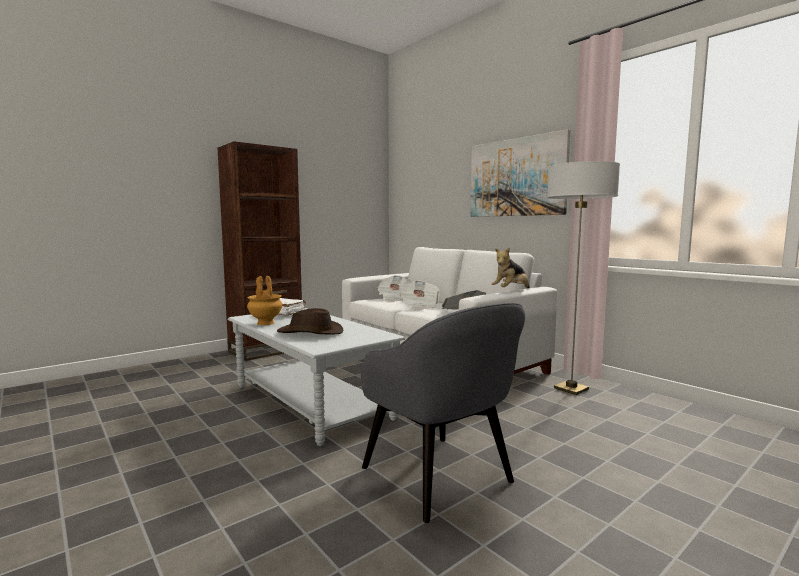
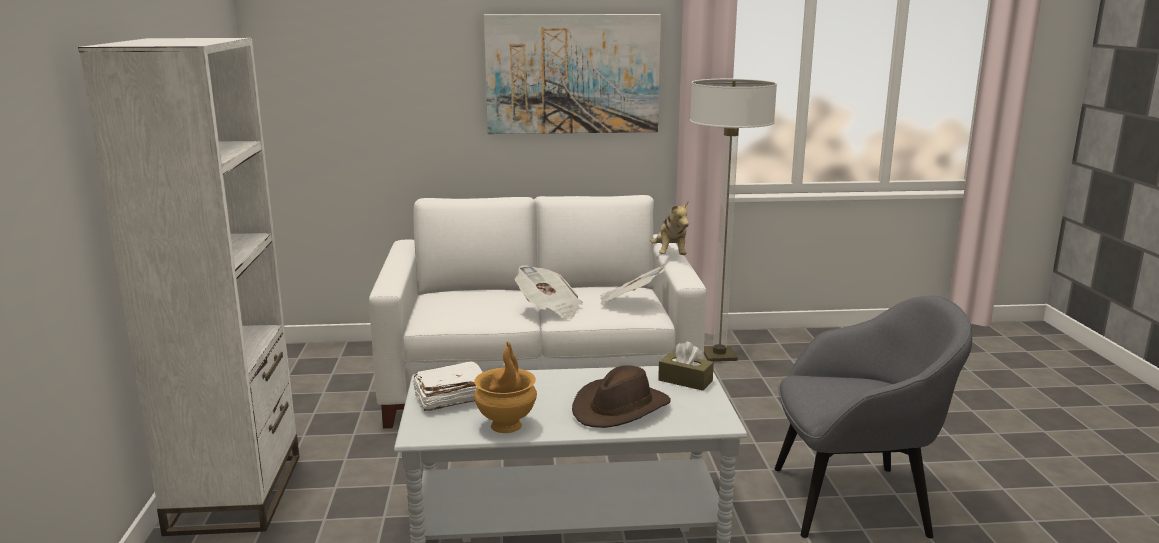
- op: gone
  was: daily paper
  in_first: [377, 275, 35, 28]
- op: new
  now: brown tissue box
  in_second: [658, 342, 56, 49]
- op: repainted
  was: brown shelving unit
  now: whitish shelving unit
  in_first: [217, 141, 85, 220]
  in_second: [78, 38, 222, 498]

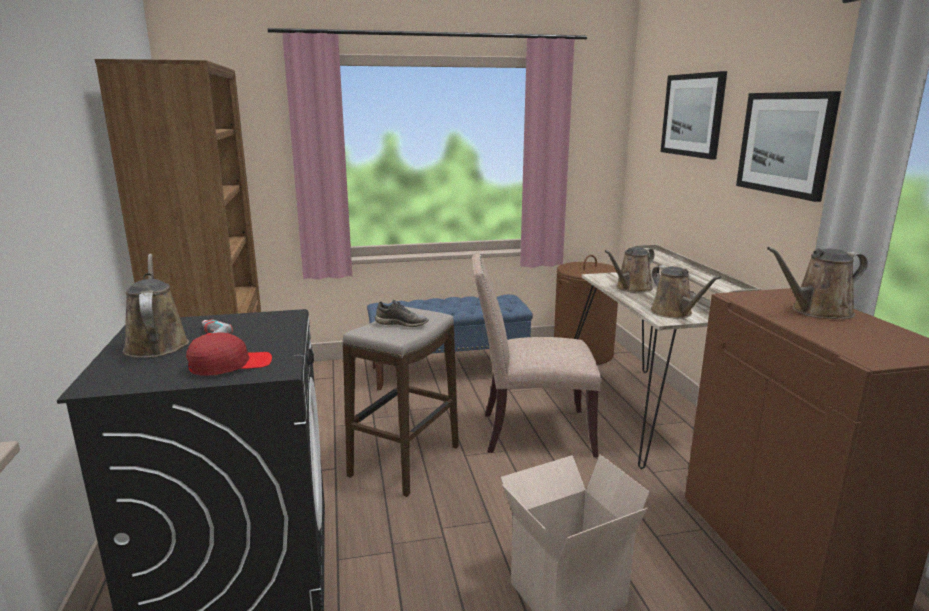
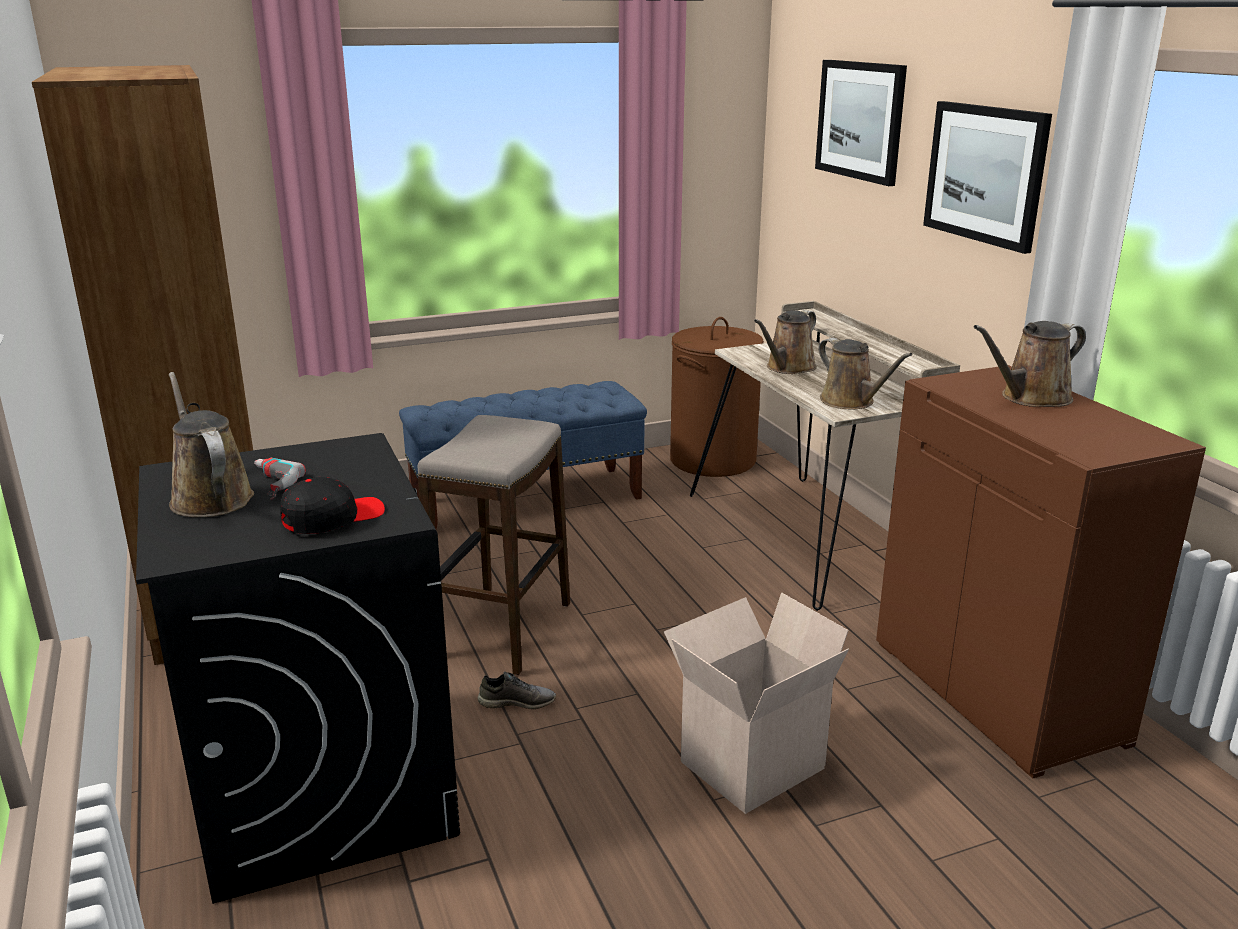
- op: gone
  was: sand-coloured upright chair
  in_first: [472, 252, 130, 205]
- op: shifted
  was: gray item of footwear
  in_first: [375, 300, 54, 27]
  in_second: [478, 672, 78, 37]
- op: repainted
  was: reddish cap
  now: blackish cap
  in_first: [186, 332, 86, 44]
  in_second: [280, 477, 105, 57]

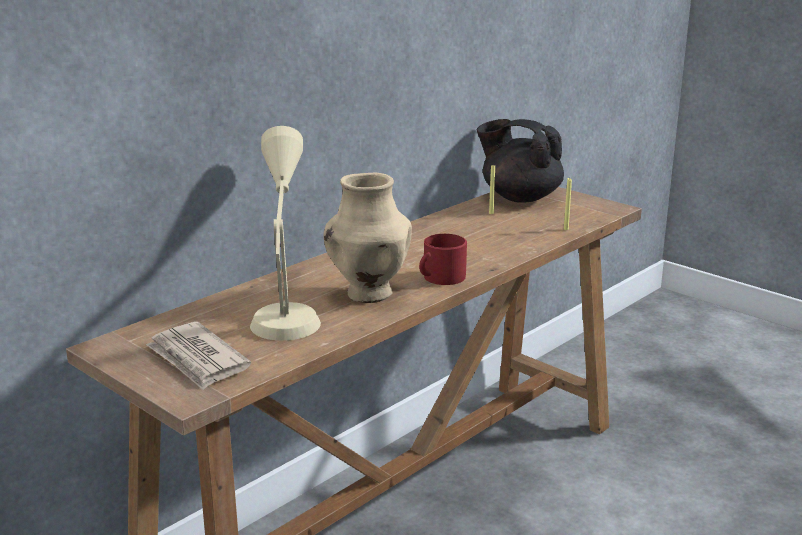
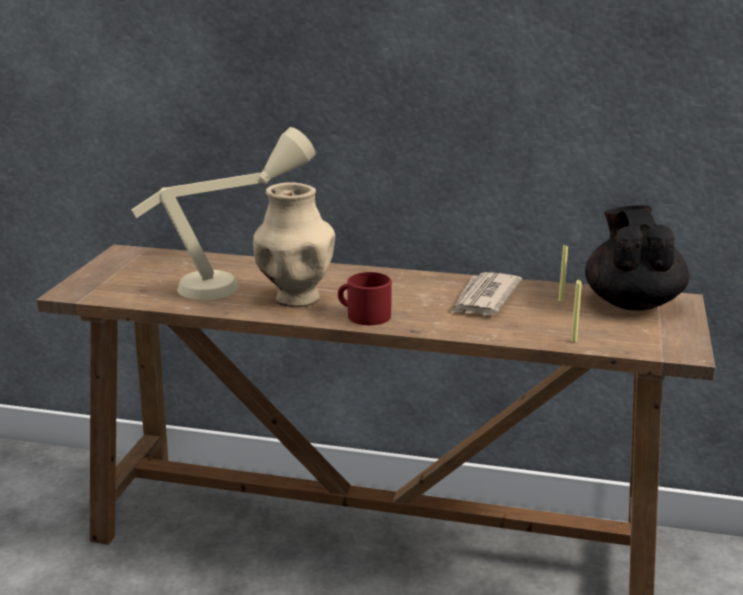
- op: shifted
  was: daily paper
  in_first: [146, 322, 105, 68]
  in_second: [451, 272, 71, 43]

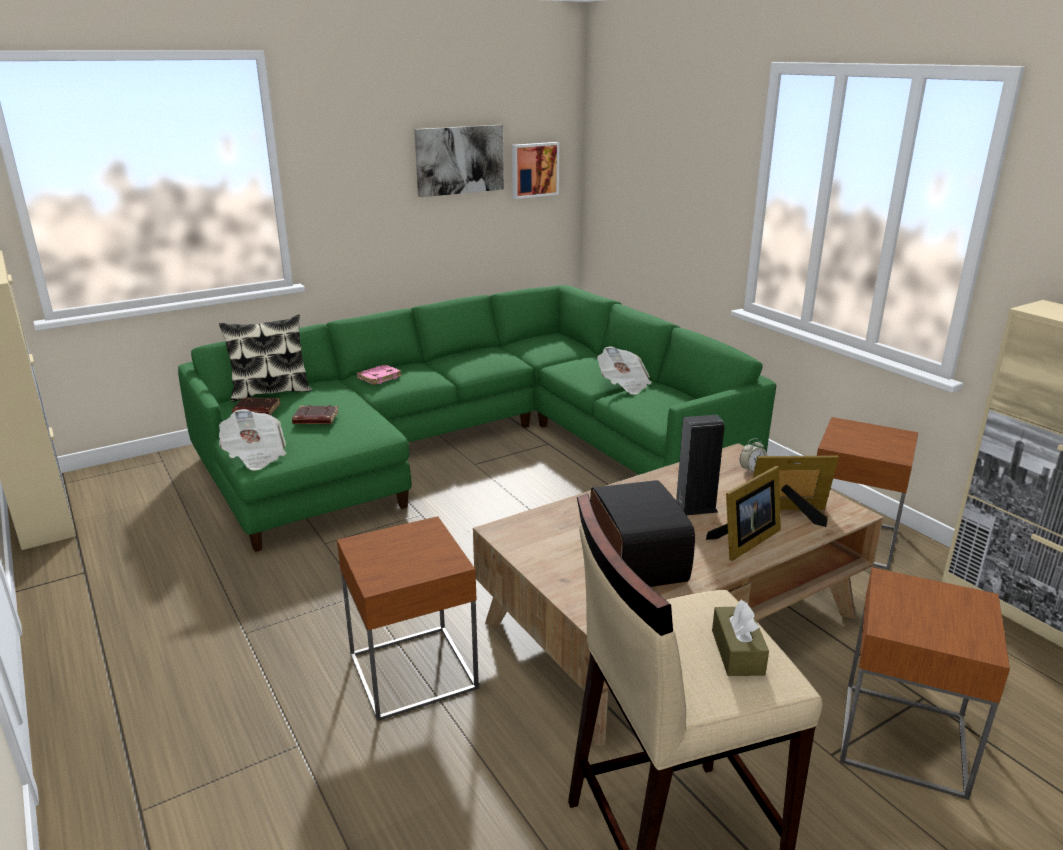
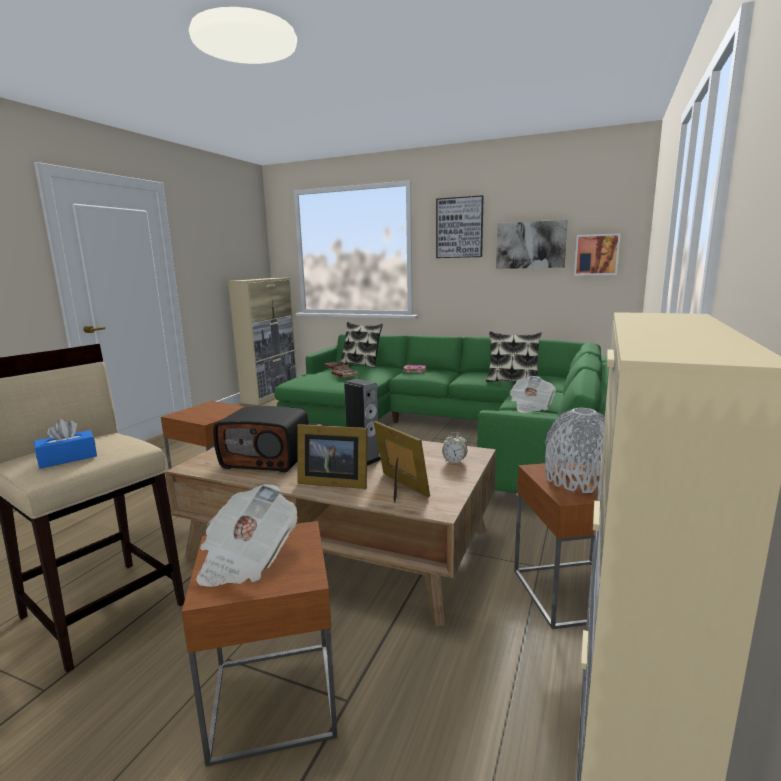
- op: new
  now: wall art
  in_second: [436, 195, 48, 63]
- op: new
  now: cushion
  in_second: [486, 332, 56, 50]
- op: new
  now: gray decorative vase
  in_second: [545, 408, 60, 85]
- op: shifted
  was: daily paper
  in_first: [219, 409, 68, 62]
  in_second: [196, 484, 102, 103]
- op: repainted
  was: brown tissue box
  now: blue tissue box
  in_first: [712, 600, 57, 76]
  in_second: [34, 419, 63, 50]
- op: rotated
  was: radio set
  in_first: [590, 480, 105, 107]
  in_second: [213, 406, 96, 67]
  clockwise: 60

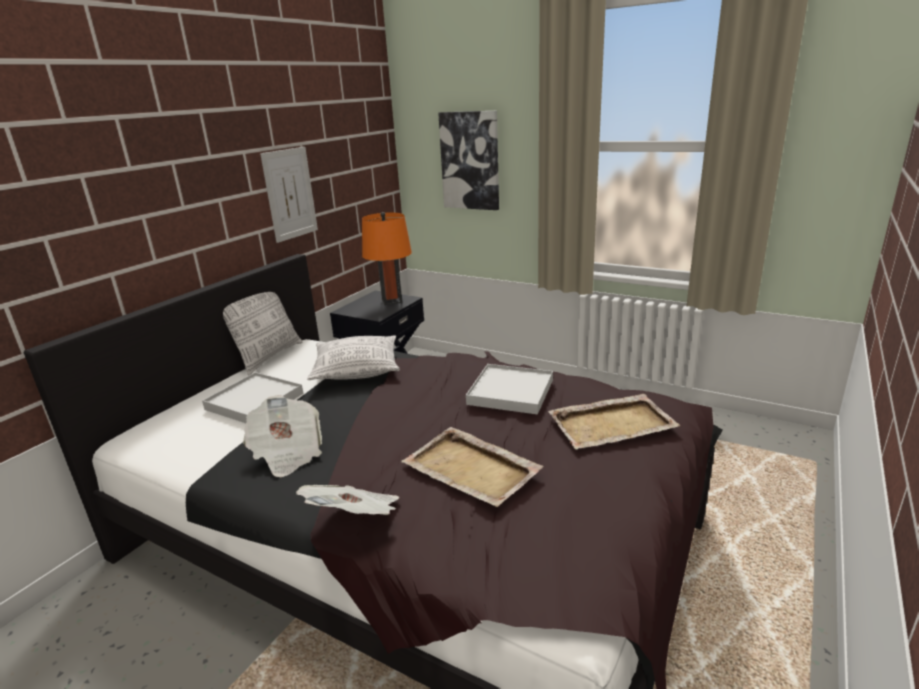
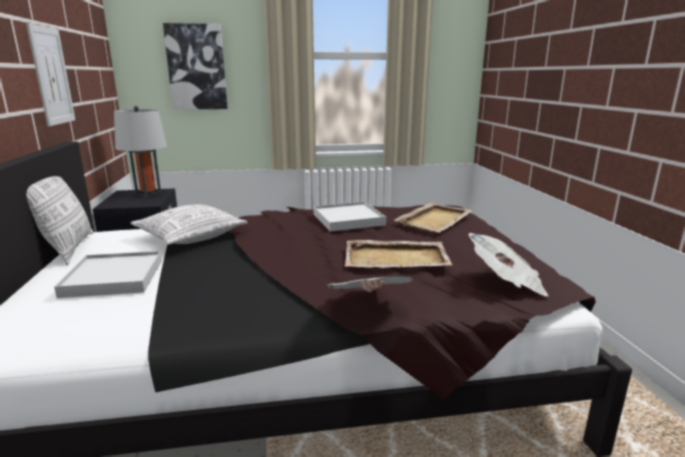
- op: shifted
  was: daily paper
  in_first: [243, 395, 79, 82]
  in_second: [469, 233, 79, 63]
- op: repainted
  was: orange table lamp
  now: gray table lamp
  in_first: [362, 212, 50, 93]
  in_second: [114, 106, 53, 91]

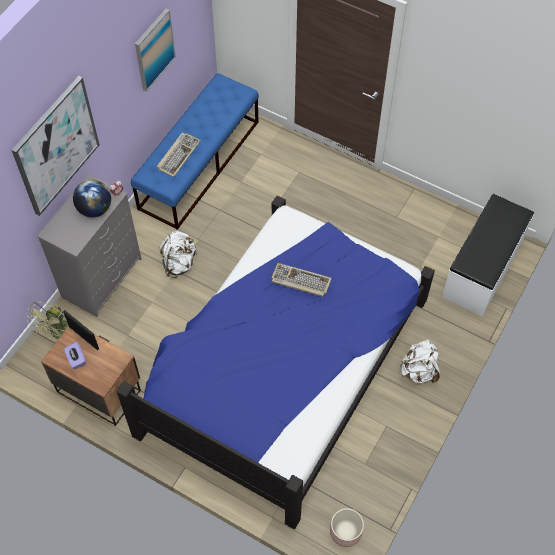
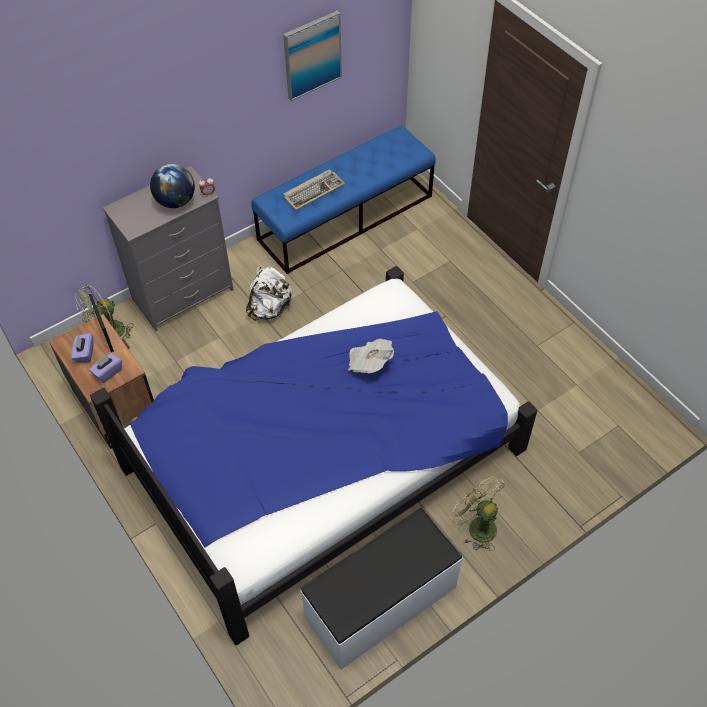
- op: gone
  was: wall art
  in_first: [12, 76, 87, 140]
- op: gone
  was: flower pot
  in_first: [330, 508, 34, 39]
- op: new
  now: purple tissue box
  in_second: [89, 353, 33, 30]
- op: shifted
  was: whitish long seat
  in_first: [442, 194, 92, 123]
  in_second: [300, 508, 163, 162]
- op: swapped
  was: keyboard
  now: daily paper
  in_first: [272, 263, 59, 34]
  in_second: [348, 338, 46, 35]
- op: swapped
  was: whitish knapsack
  now: green fan
  in_first: [400, 340, 40, 43]
  in_second: [450, 475, 56, 76]

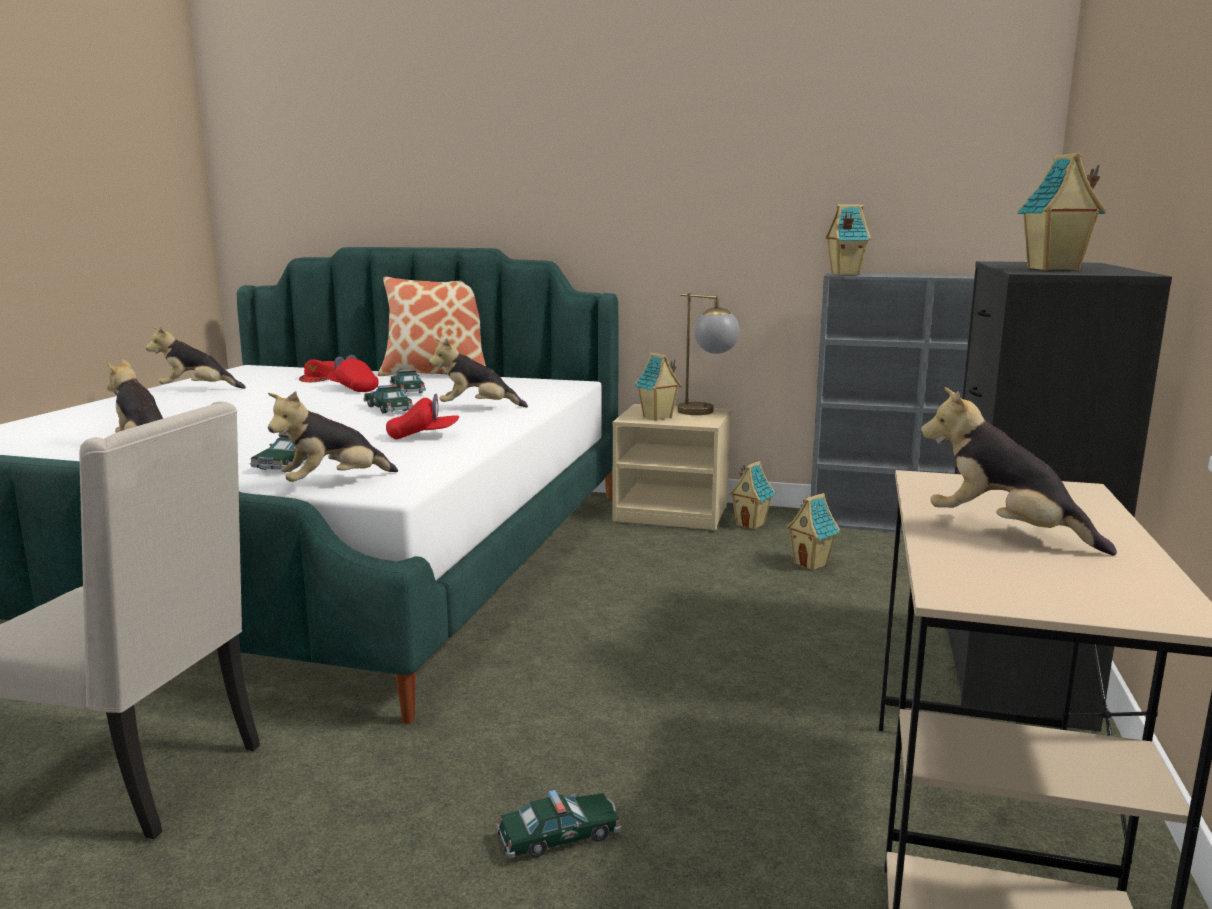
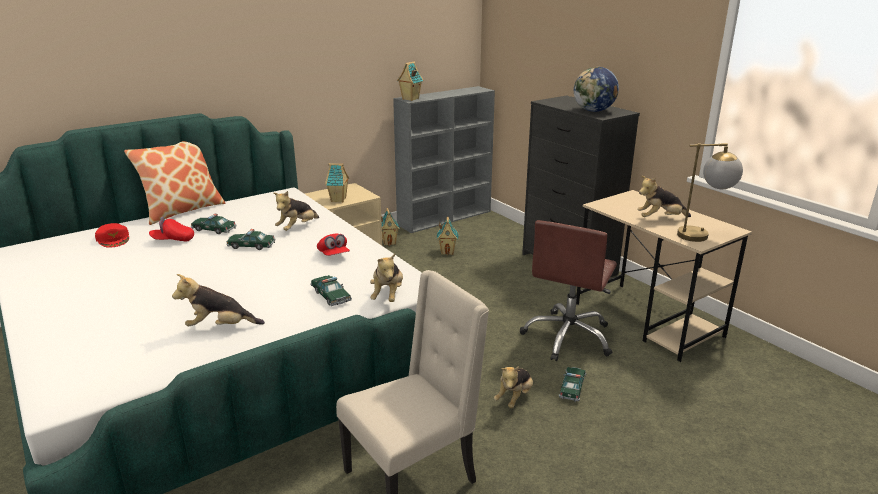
- op: new
  now: brown office chair
  in_second: [520, 220, 97, 141]
- op: shifted
  was: plush toy
  in_first: [146, 326, 100, 63]
  in_second: [494, 366, 39, 42]
- op: shifted
  was: table lamp
  in_first: [678, 293, 62, 122]
  in_second: [677, 143, 66, 99]
- op: swapped
  was: model house
  now: globe
  in_first: [1017, 153, 89, 117]
  in_second: [574, 67, 45, 45]
- op: rotated
  was: reddish cap
  in_first: [386, 394, 73, 45]
  in_second: [317, 234, 33, 22]
  clockwise: 120

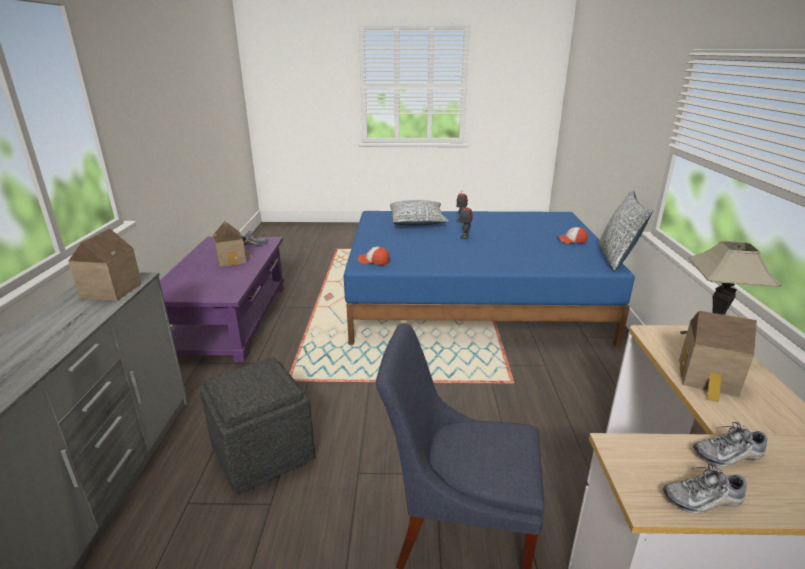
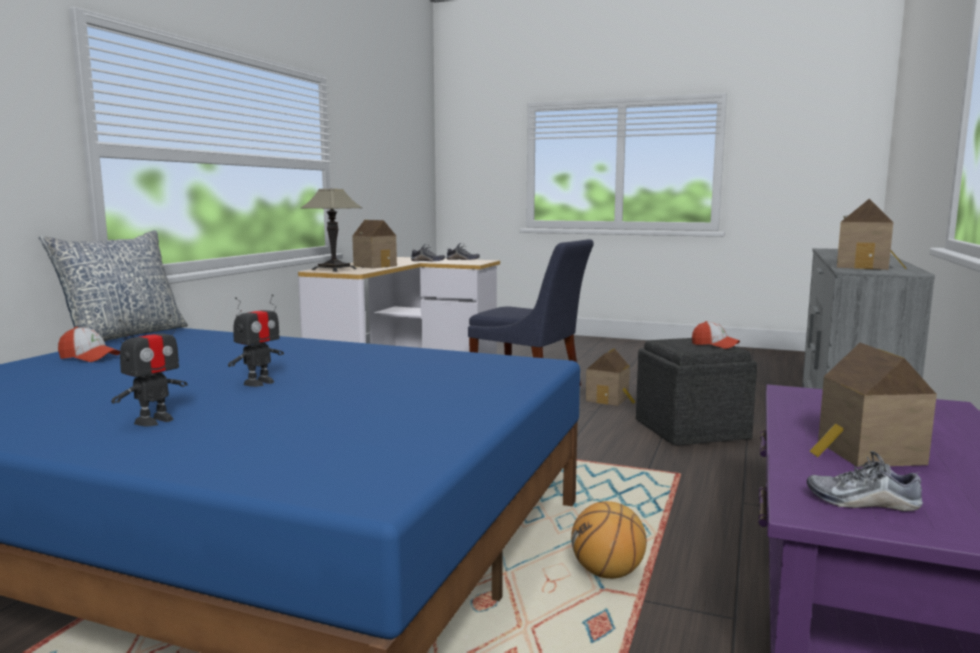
- op: gone
  was: cushion
  in_first: [390, 200, 59, 25]
- op: new
  now: ball for basketball
  in_second: [571, 501, 76, 78]
- op: new
  now: model house
  in_second: [586, 348, 49, 58]
- op: shifted
  was: cap
  in_first: [358, 247, 32, 18]
  in_second: [692, 321, 48, 28]

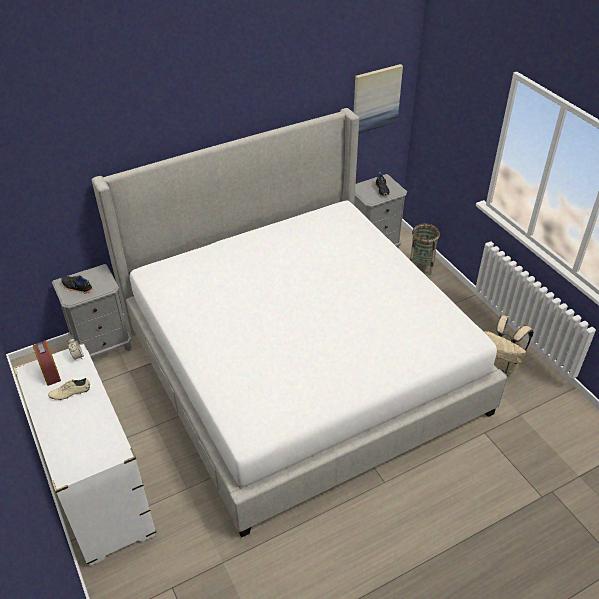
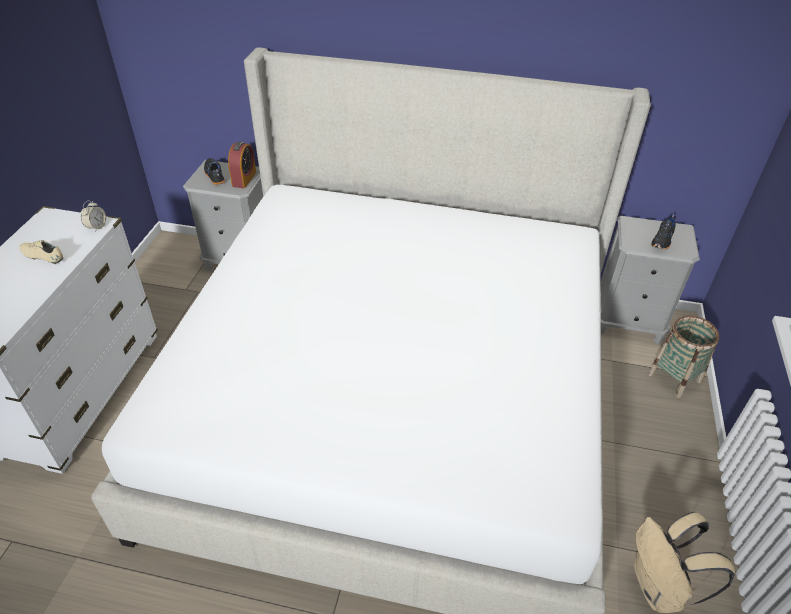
- op: gone
  was: wall art
  in_first: [354, 64, 49, 69]
- op: shifted
  was: table clock
  in_first: [33, 341, 28, 45]
  in_second: [228, 141, 28, 47]

